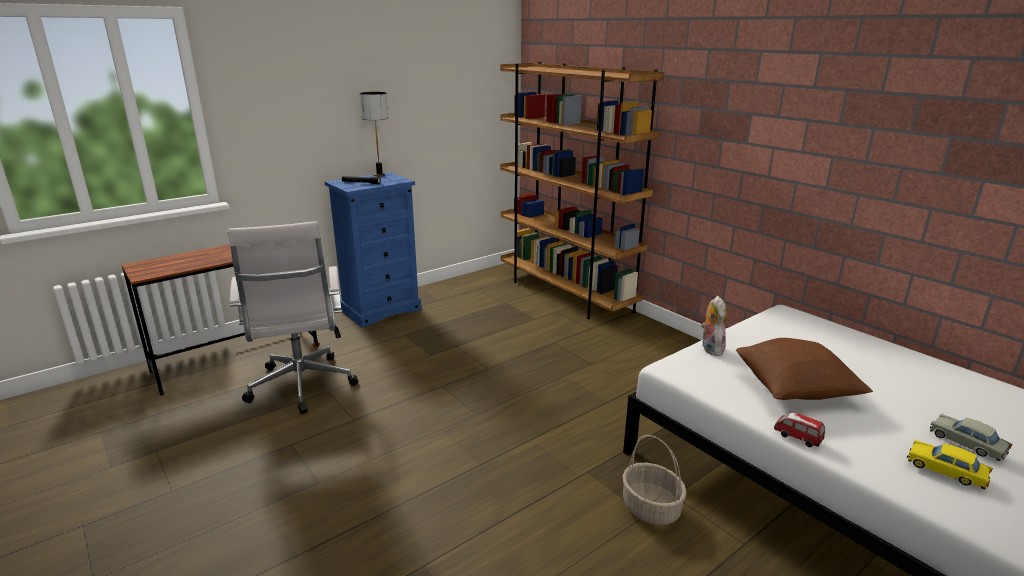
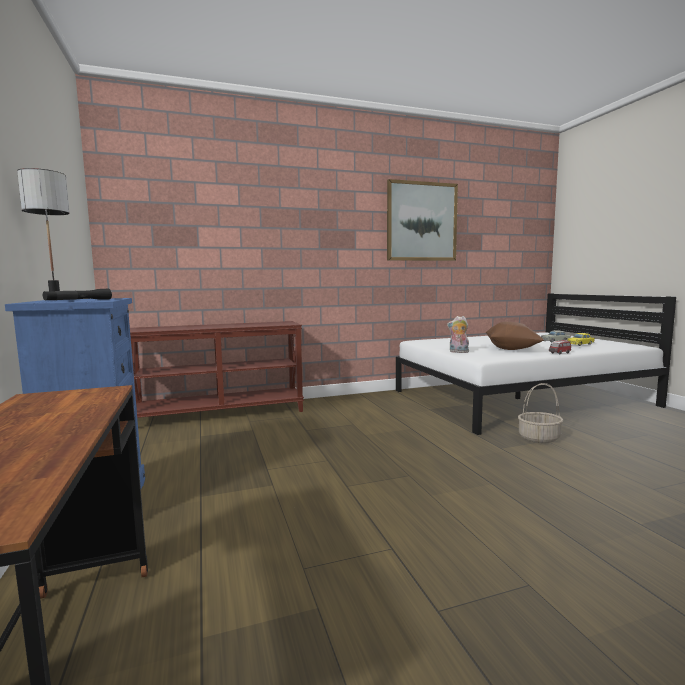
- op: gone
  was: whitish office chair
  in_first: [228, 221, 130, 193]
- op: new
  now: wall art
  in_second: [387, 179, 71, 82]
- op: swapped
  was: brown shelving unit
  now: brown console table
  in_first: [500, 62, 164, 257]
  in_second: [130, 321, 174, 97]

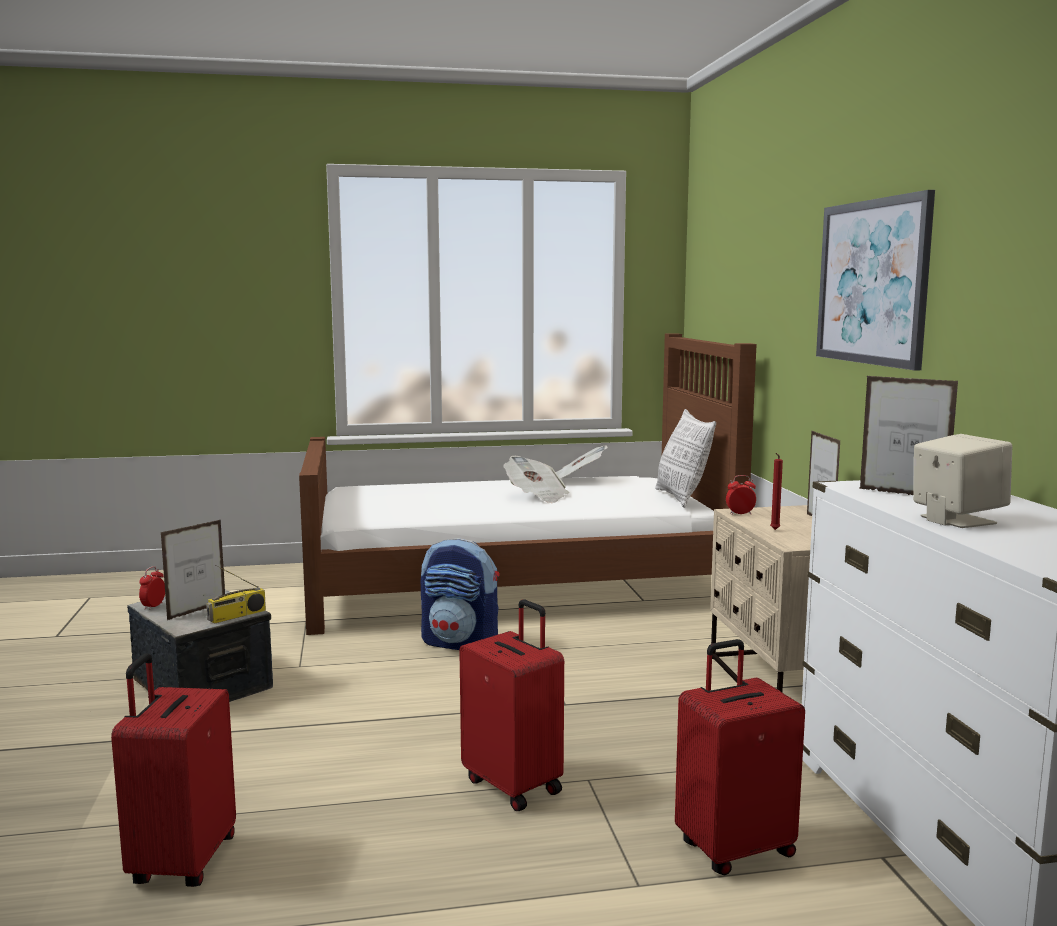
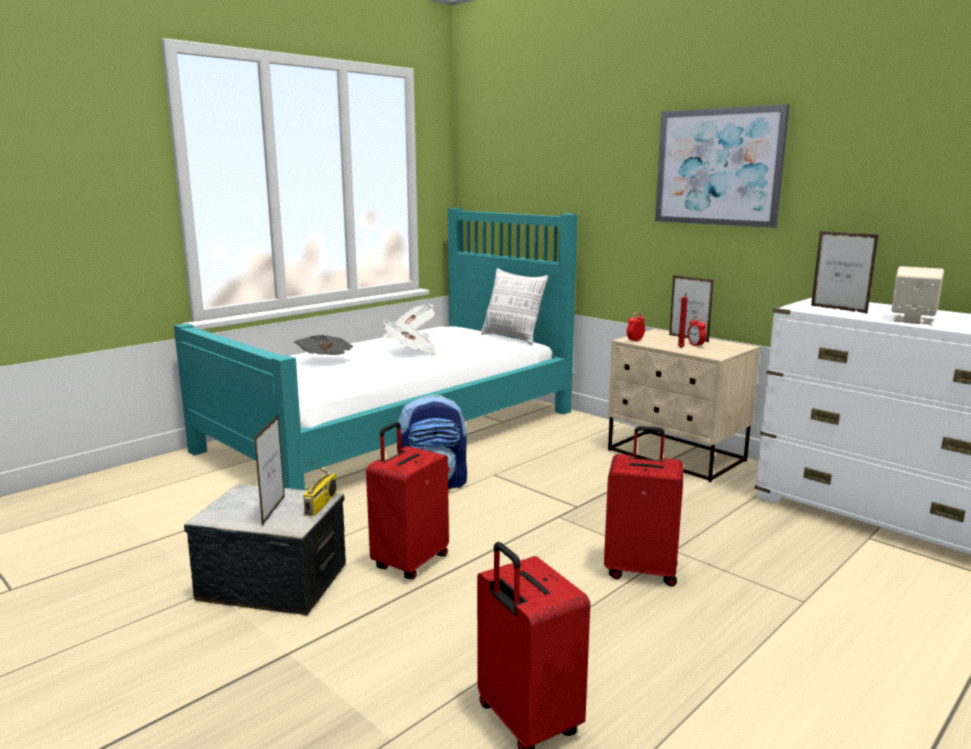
- op: new
  now: daily paper
  in_second: [294, 335, 59, 20]
- op: shifted
  was: table clock
  in_first: [139, 566, 26, 44]
  in_second: [688, 316, 18, 31]
- op: shifted
  was: reddish suitcase
  in_first: [675, 639, 130, 237]
  in_second: [366, 422, 83, 157]
- op: repainted
  was: brown sleeping bed
  now: turquoise-coloured sleeping bed
  in_first: [299, 334, 458, 301]
  in_second: [174, 208, 404, 282]
- op: rotated
  was: photo frame
  in_first: [859, 376, 99, 119]
  in_second: [811, 231, 68, 82]
  clockwise: -135

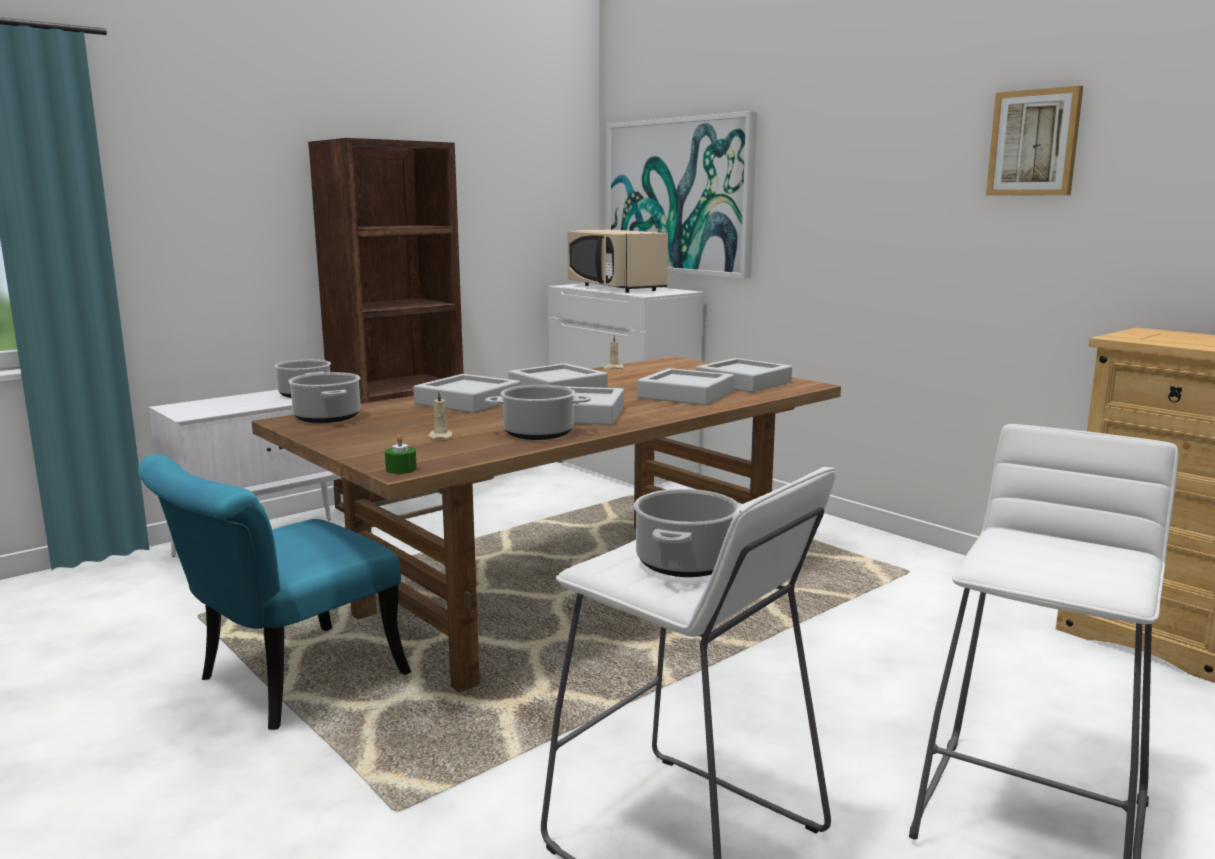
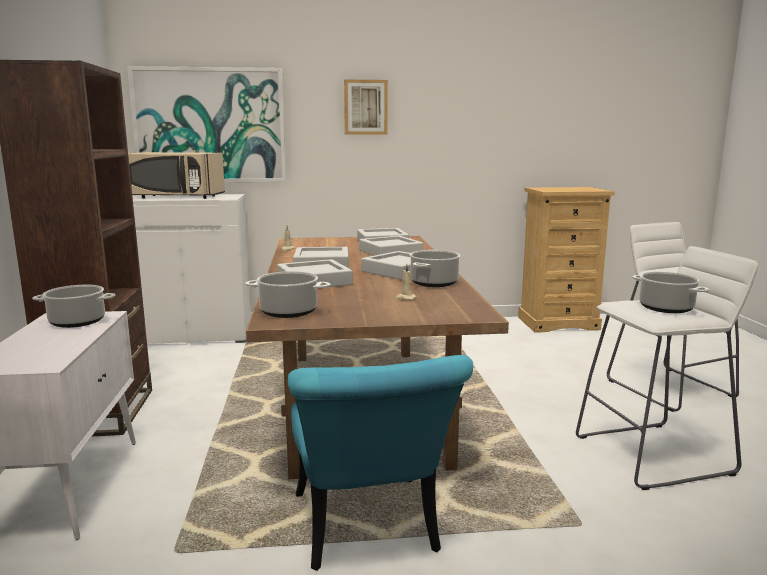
- op: gone
  was: green candle
  in_first: [385, 434, 32, 40]
- op: shifted
  was: wall art
  in_first: [986, 86, 97, 109]
  in_second: [344, 80, 44, 54]

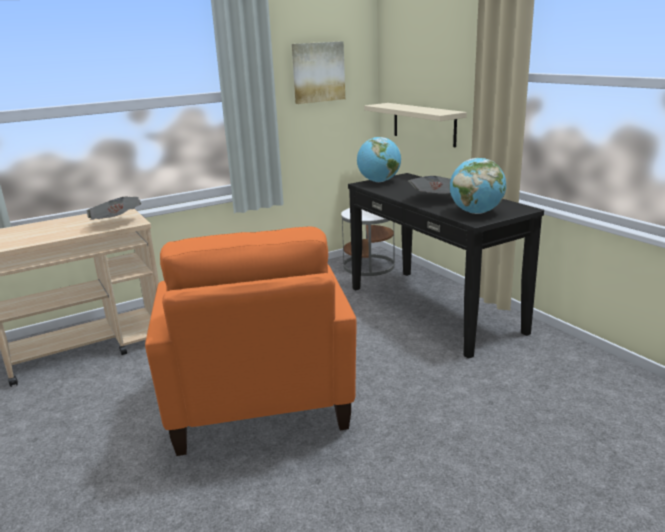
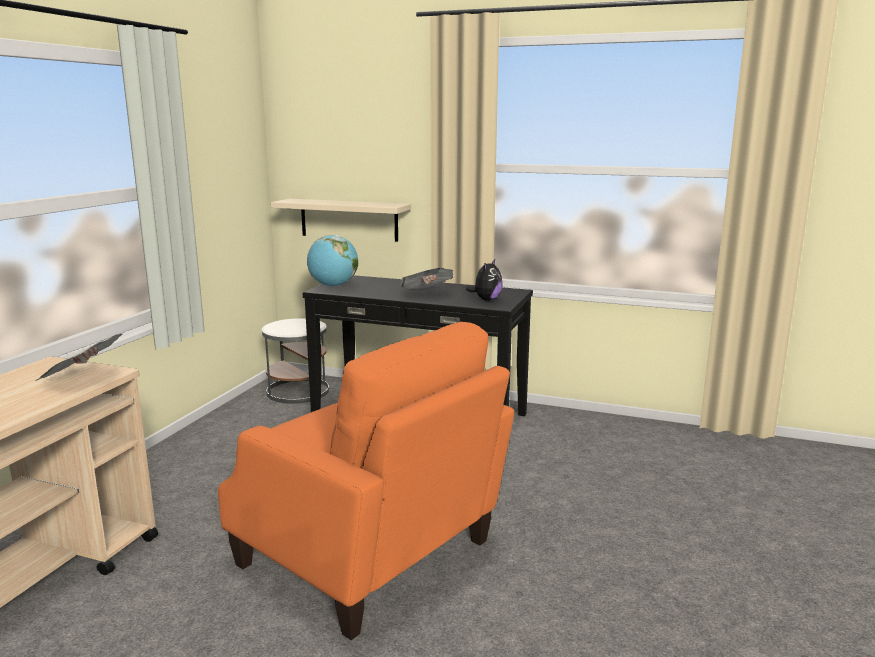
- op: gone
  was: wall art
  in_first: [292, 41, 53, 63]
- op: swapped
  was: globe
  now: plush toy
  in_first: [450, 158, 56, 56]
  in_second: [466, 259, 37, 42]

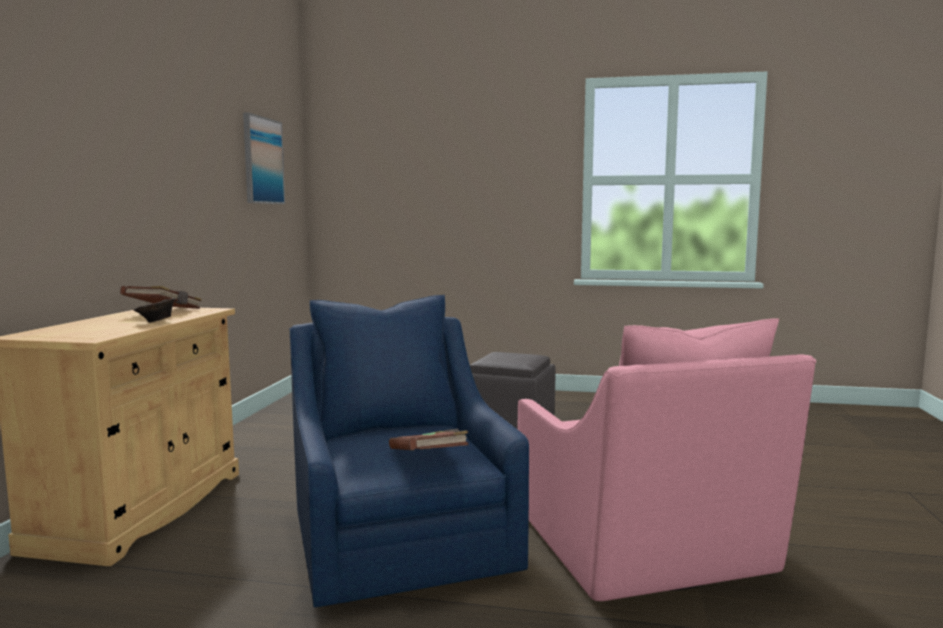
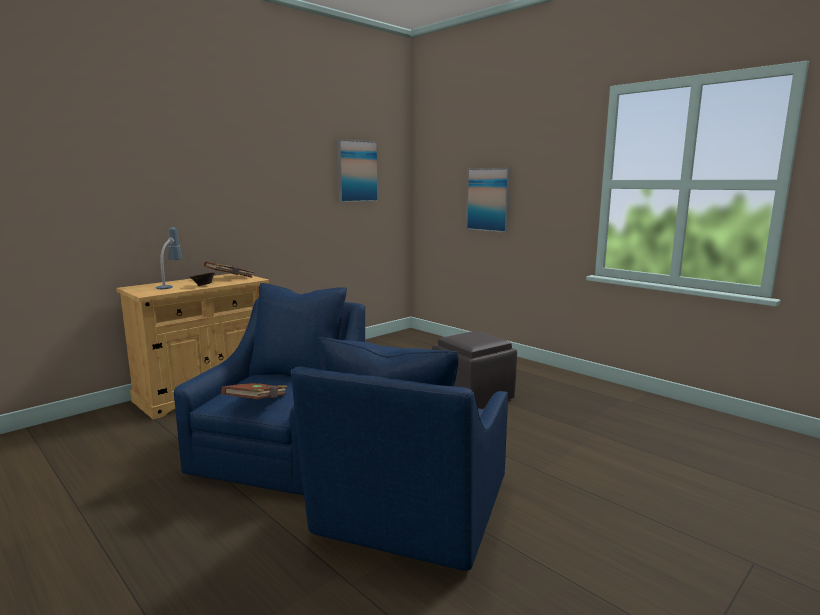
- op: new
  now: table lamp
  in_second: [156, 227, 26, 62]
- op: new
  now: wall art
  in_second: [466, 168, 45, 65]
- op: repainted
  was: pink-coloured armchair
  now: blue armchair
  in_first: [517, 318, 299, 283]
  in_second: [291, 337, 217, 234]

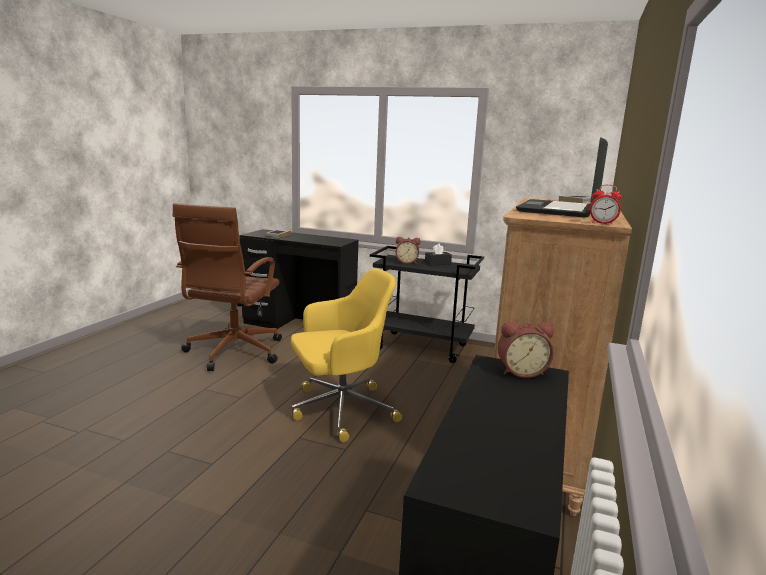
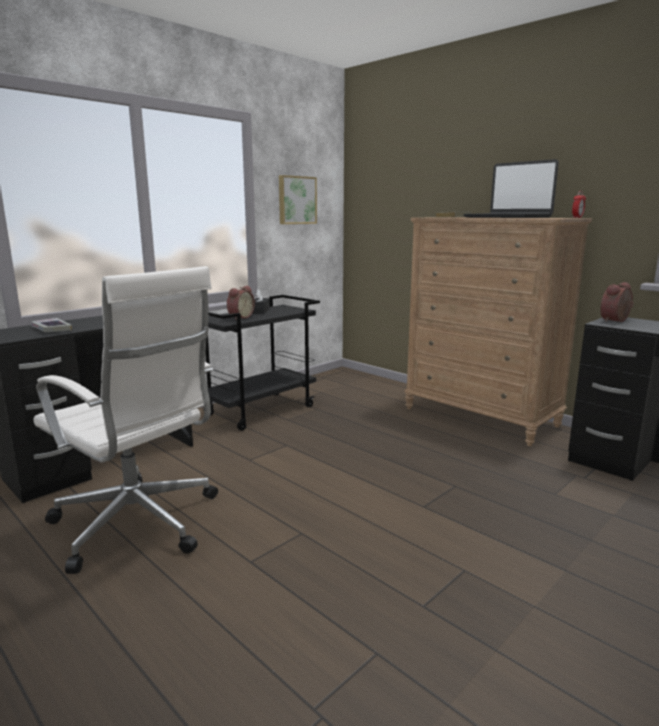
- op: gone
  was: yellow-coloured office chair
  in_first: [291, 269, 111, 173]
- op: new
  now: wall art
  in_second: [279, 175, 38, 49]
- op: repainted
  was: brown office chair
  now: whitish office chair
  in_first: [173, 203, 109, 168]
  in_second: [34, 266, 184, 308]
- op: rotated
  was: table clock
  in_first: [498, 322, 56, 56]
  in_second: [600, 282, 34, 40]
  clockwise: -150

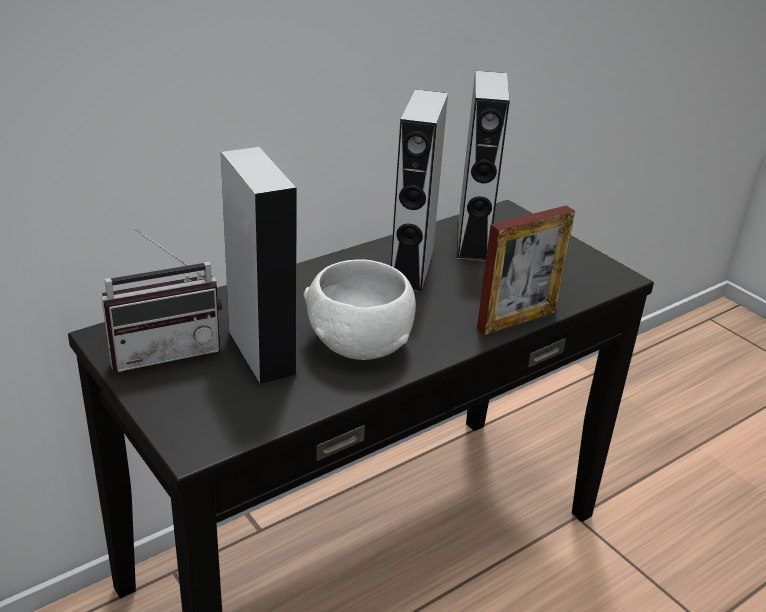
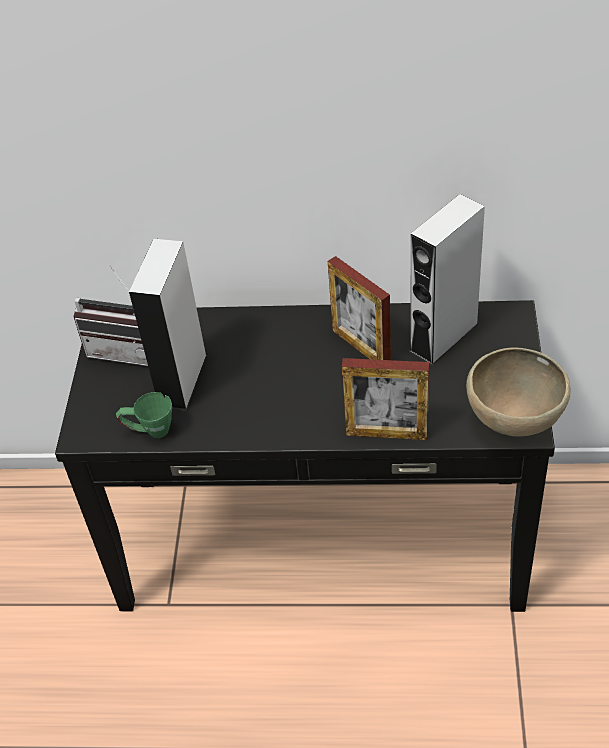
- op: gone
  was: whitish bowl
  in_first: [304, 259, 112, 101]
- op: new
  now: green tea mug
  in_second: [116, 392, 56, 46]
- op: new
  now: brown bowl
  in_second: [466, 347, 104, 90]
- op: swapped
  was: gray audio speaker
  now: photo frame
  in_first: [391, 89, 57, 204]
  in_second: [328, 256, 63, 104]

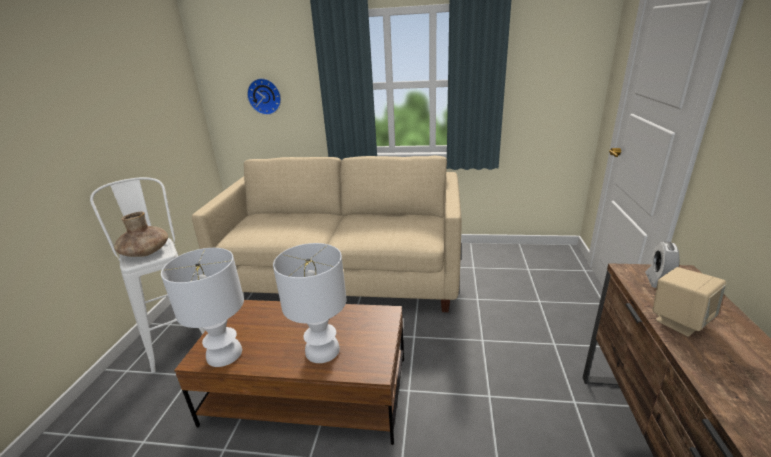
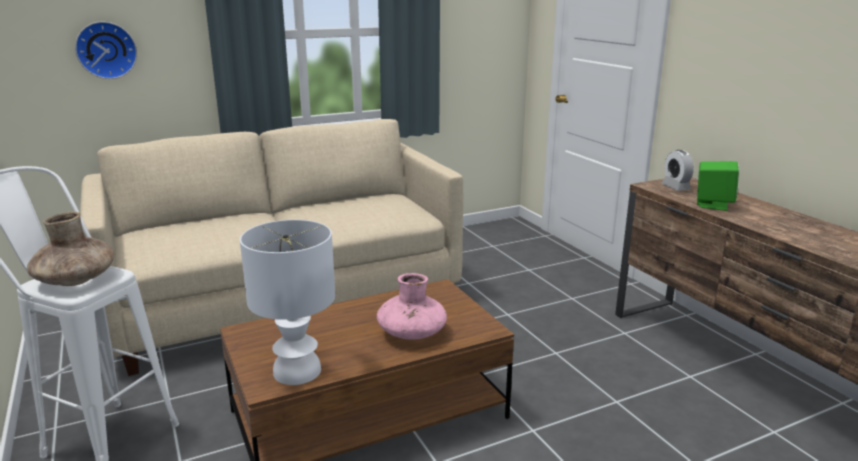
- op: swapped
  was: whitish table lamp
  now: pink-coloured decorative vase
  in_first: [273, 243, 74, 120]
  in_second: [377, 273, 70, 67]
- op: repainted
  was: sand-coloured audio speaker
  now: green audio speaker
  in_first: [653, 267, 73, 70]
  in_second: [697, 161, 42, 50]

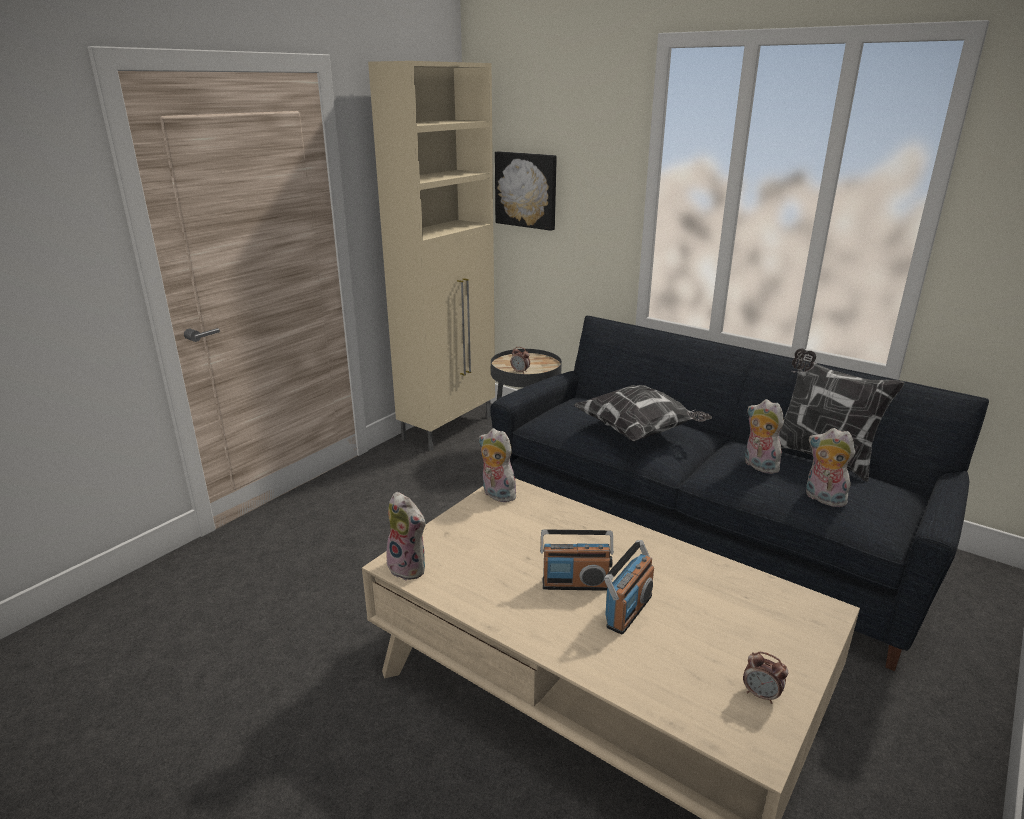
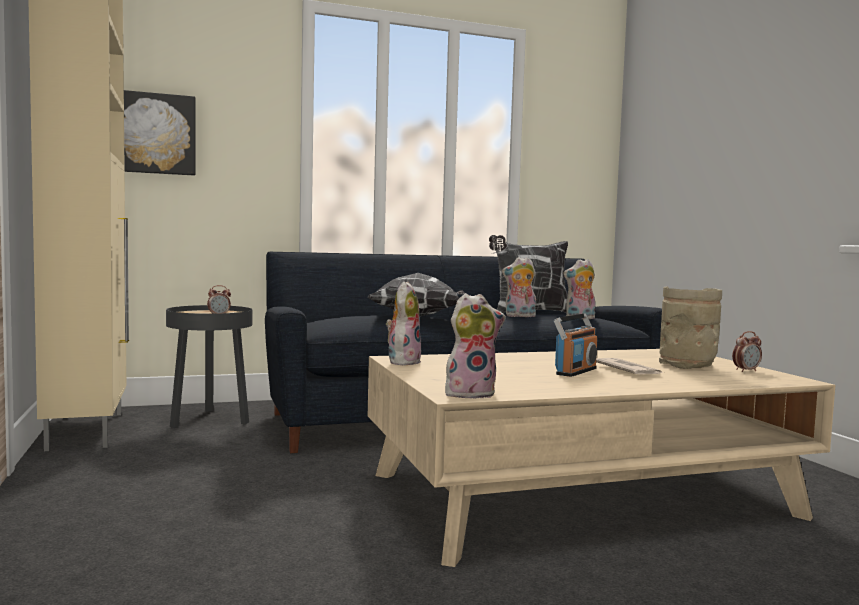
- op: new
  now: sand-coloured decorative vase
  in_second: [659, 287, 63, 82]
- op: swapped
  was: radio set
  now: daily paper
  in_first: [604, 540, 50, 95]
  in_second: [596, 358, 68, 16]
- op: rotated
  was: plush toy
  in_first: [479, 428, 37, 74]
  in_second: [386, 281, 35, 84]
  clockwise: 120

